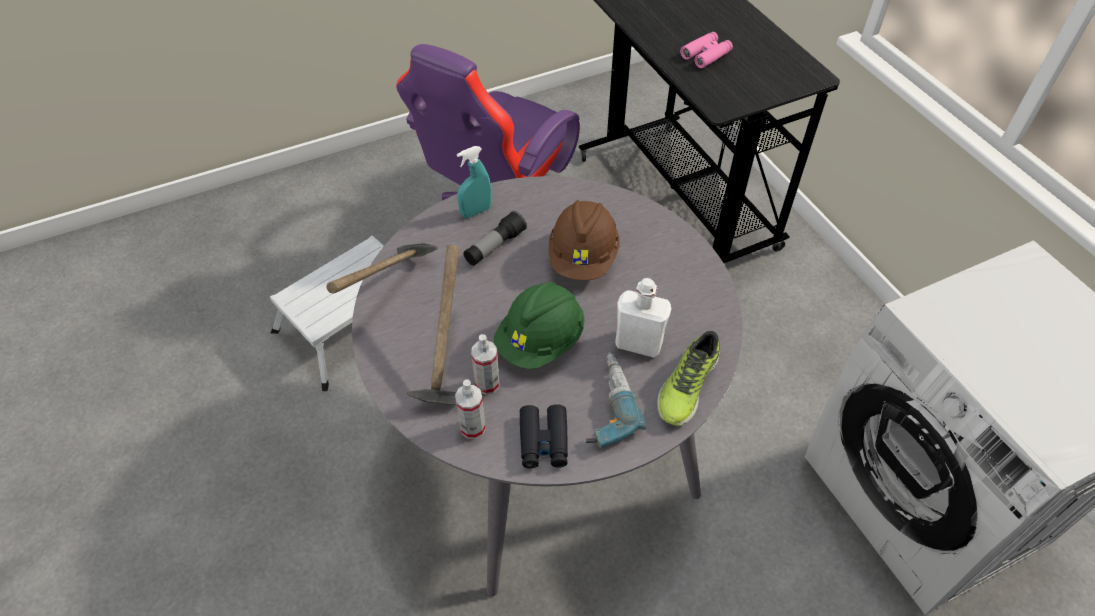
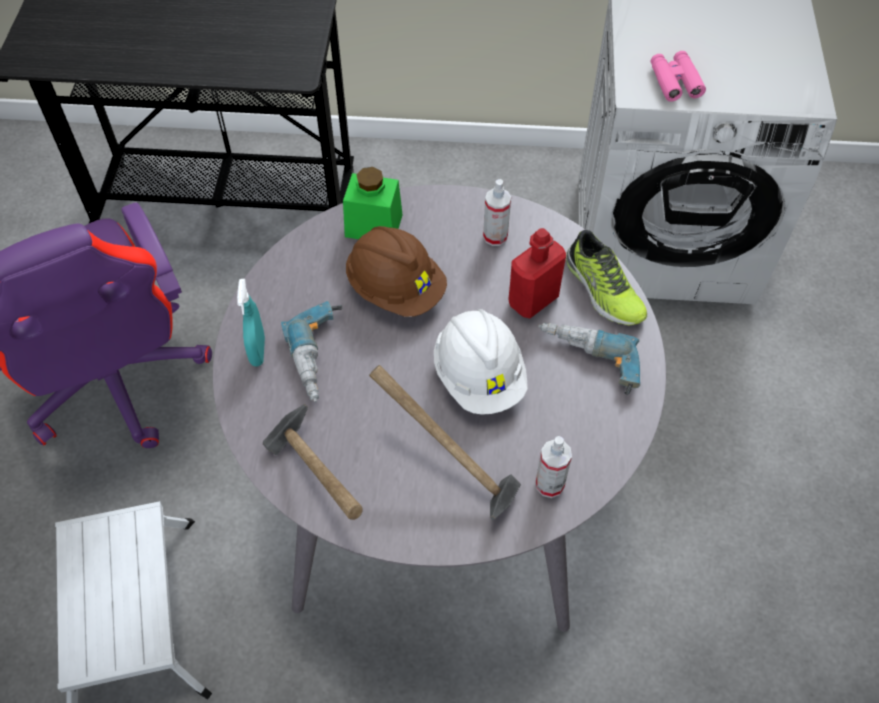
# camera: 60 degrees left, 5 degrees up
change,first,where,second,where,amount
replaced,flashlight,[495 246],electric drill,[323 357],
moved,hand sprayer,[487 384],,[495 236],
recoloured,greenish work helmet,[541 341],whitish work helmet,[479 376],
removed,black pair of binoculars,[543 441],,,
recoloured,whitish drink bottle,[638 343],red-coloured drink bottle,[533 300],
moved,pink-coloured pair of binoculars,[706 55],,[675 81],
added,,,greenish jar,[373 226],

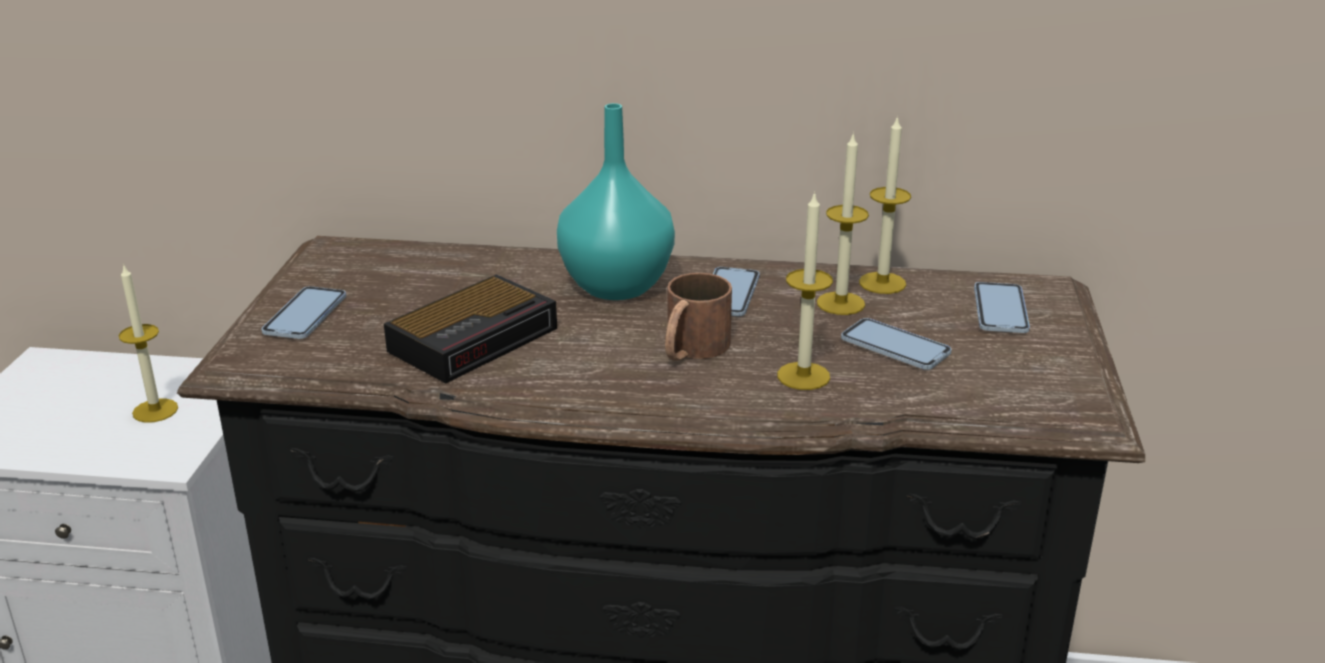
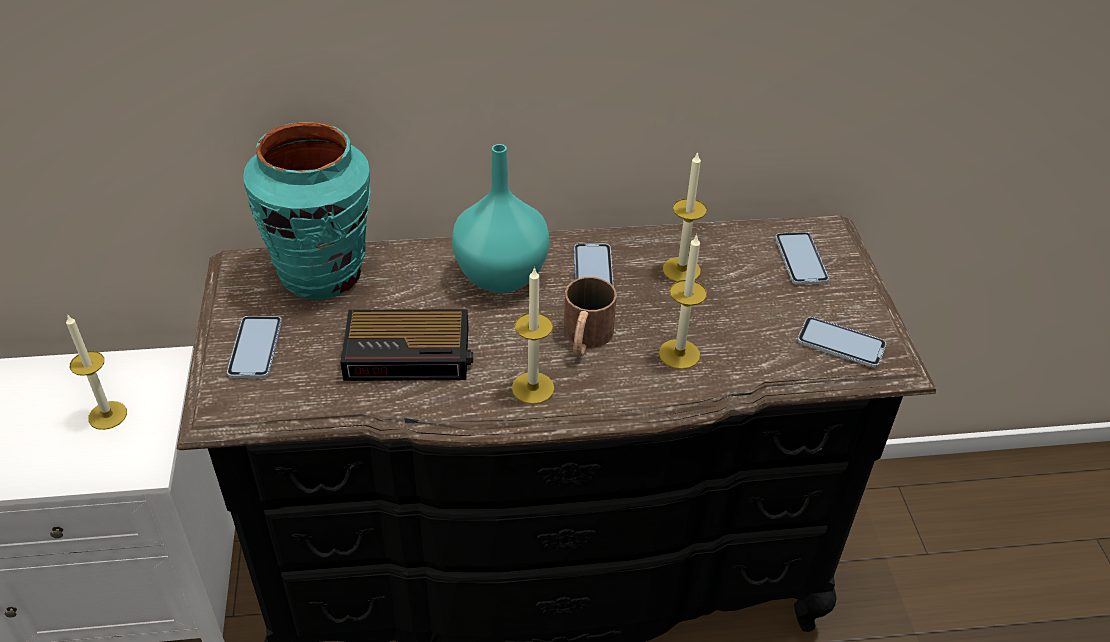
# camera: 15 degrees left, 15 degrees up
change,first,where,second,where,amount
turned,table clock,[476 338],,[410 353],60 degrees clockwise
moved,telephone,[895 346],,[841 344],
moved,wax candle,[882 283],,[533 388],
added,,,blue-green decorative vase,[323 274],

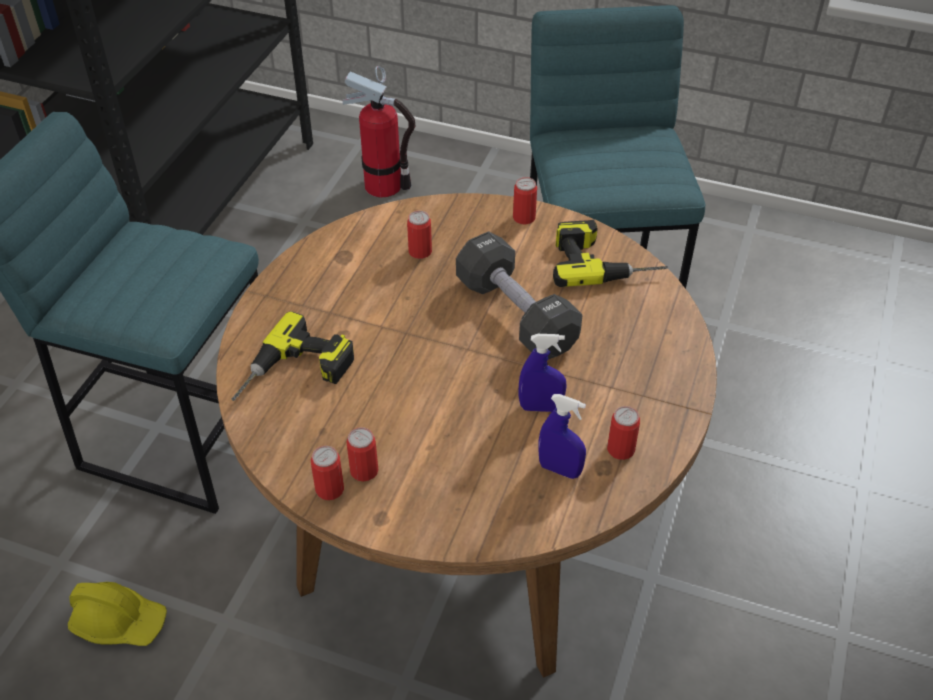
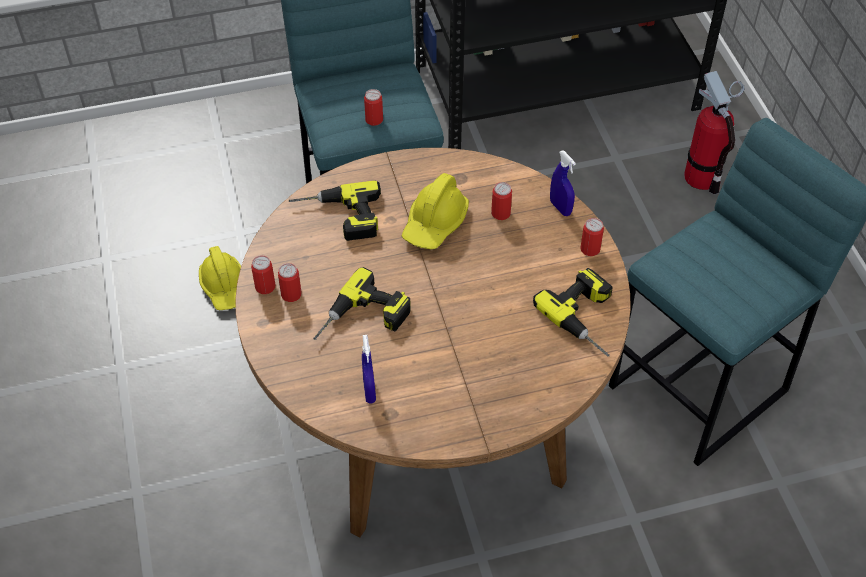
# camera: 55 degrees right, 5 degrees up
change,first,where,second,where,amount
removed,black dumbbell,[516 314],,,
moved,bluish hand sprayer,[540 407],,[560 208],
moved,metal can,[620 449],,[374 120],
added,,,electric drill,[363 321],
added,,,yellow work helmet,[435 223],

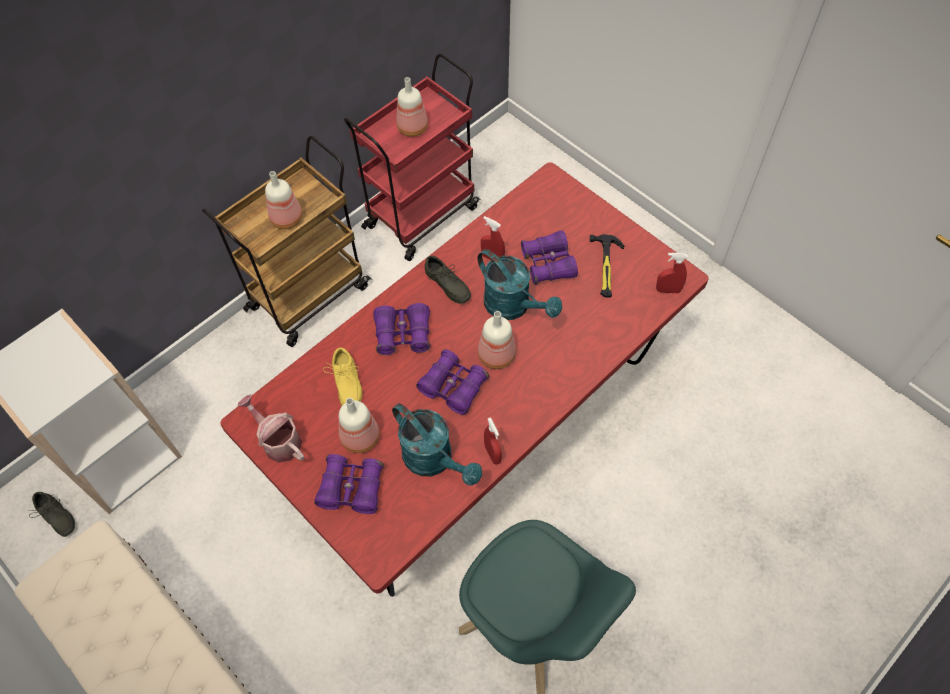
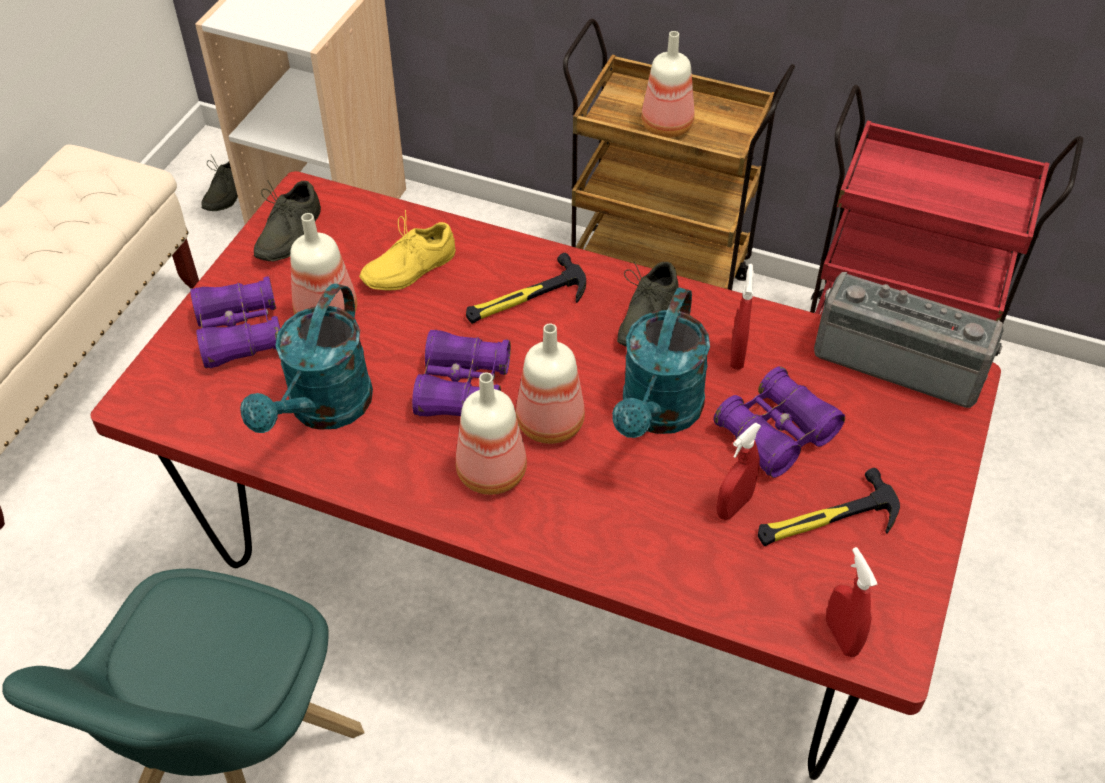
# camera: 65 degrees right, 10 degrees down
change,first,where,second,where,amount
replaced,sprinkling can,[278 441],greyish low shoe,[286 234],
replaced,purplish pair of binoculars,[403 334],hand hammer,[525 299],
moved,drink bottle,[413 127],,[493 473],
moved,red-coloured hand sprayer,[492 453],,[734 506],
added,,,radio receiver,[900 361],

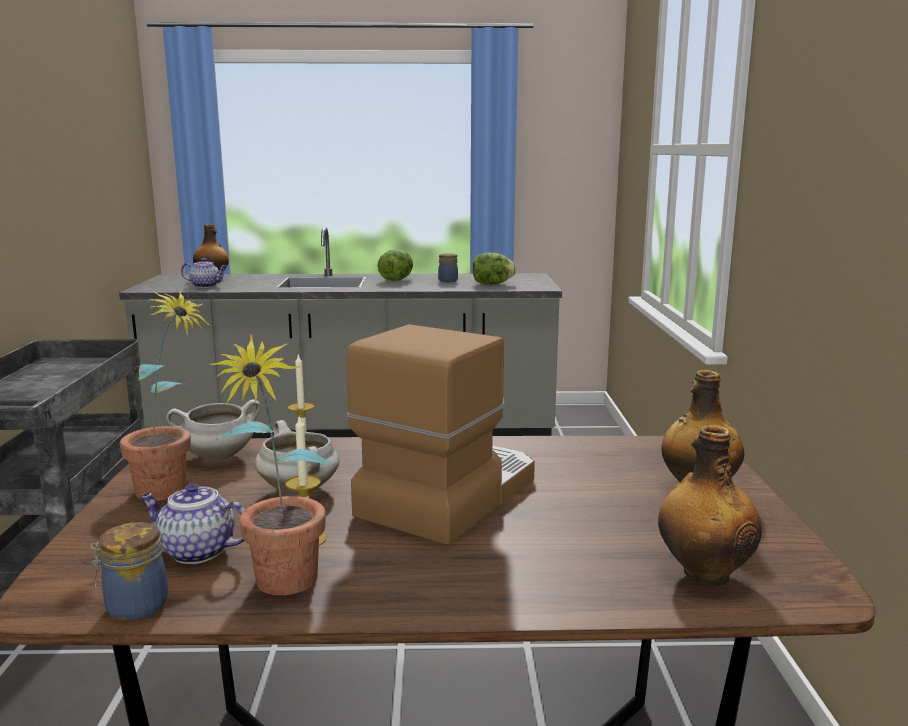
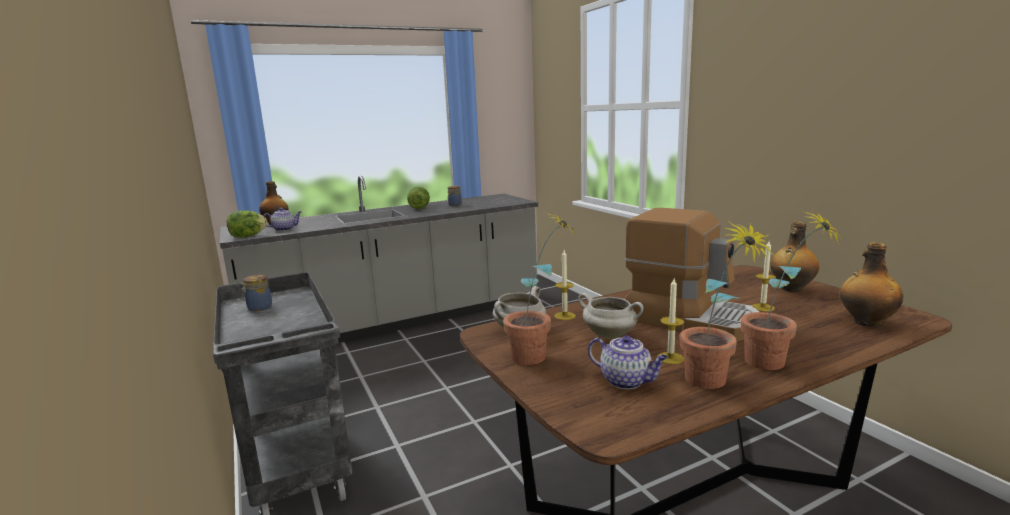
# camera: 25 degrees left, 0 degrees up
change,first,where,second,where,amount
moved,jar,[134 607],,[258 308],
turned,teapot,[196 551],,[627 381],135 degrees counterclockwise
turned,coffee brewer,[447 495],,[690 318],120 degrees clockwise
moved,lettuce,[492 284],,[247 236],
added,,,plant in a pot,[777 365],
added,,,wax candle,[762 307],

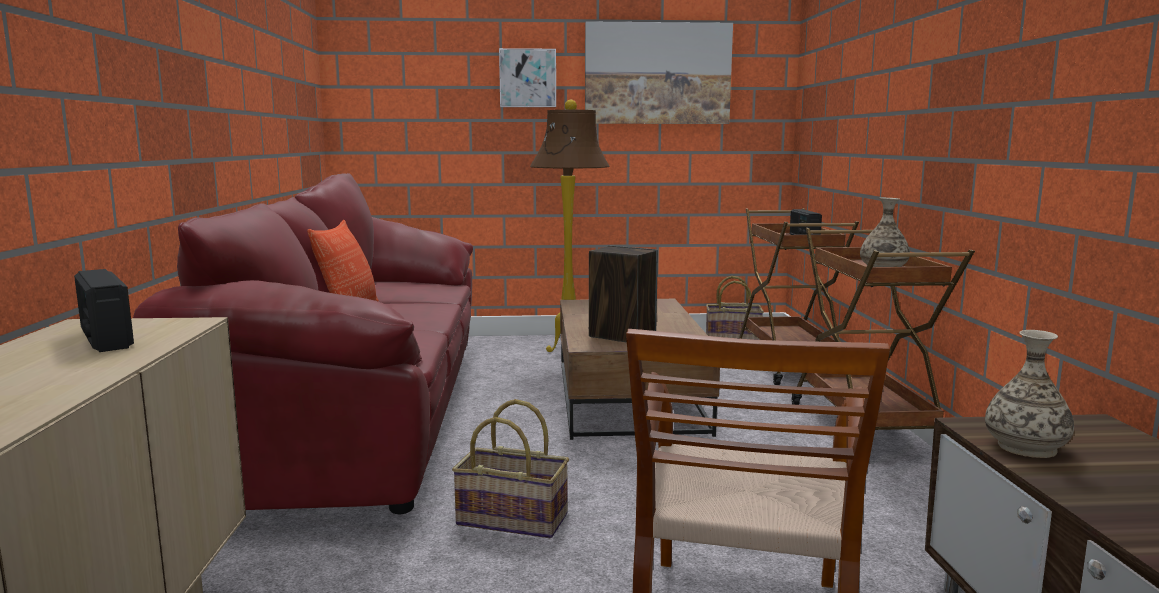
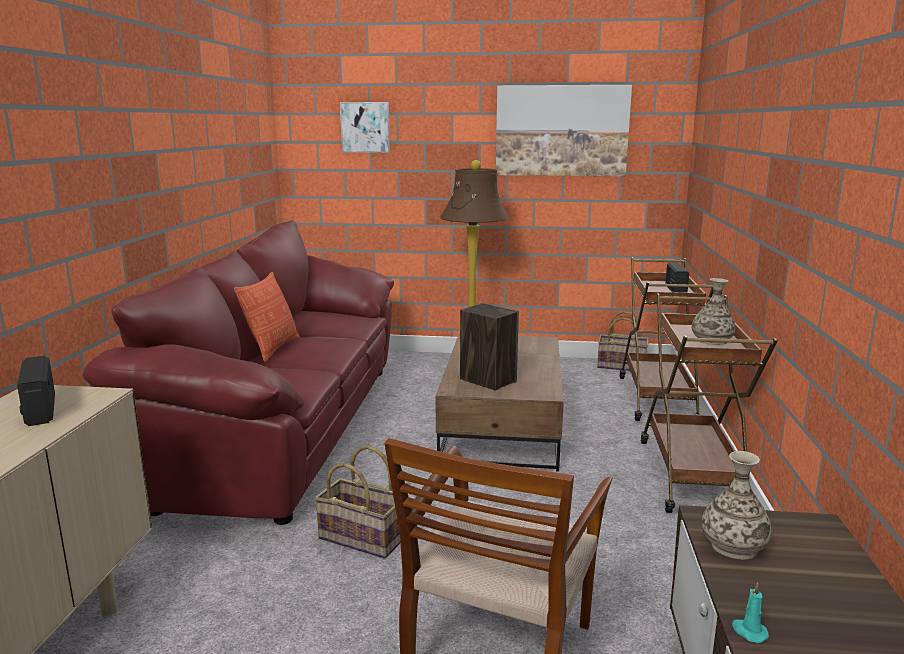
# camera: 10 degrees right, 5 degrees up
change,first,where,second,where,amount
moved,wall picture,[528 78],,[365 127],
added,,,blue-green wax candle,[748 631],

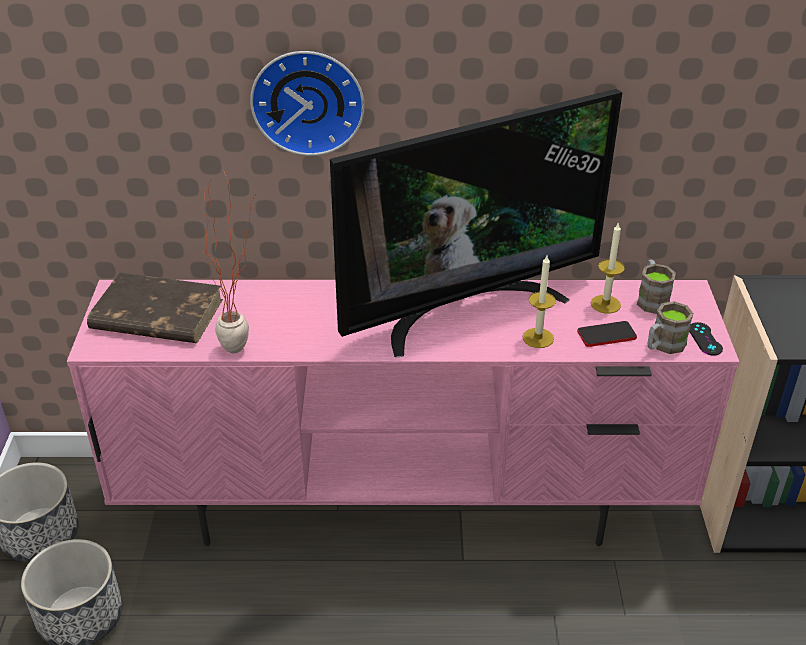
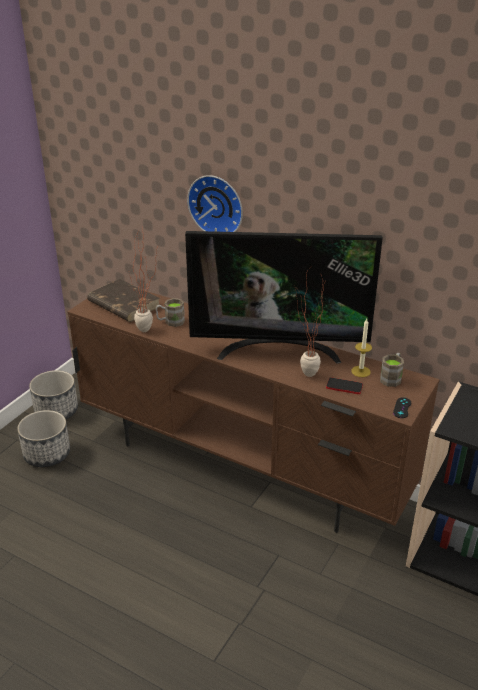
# camera: 30 degrees right, 5 degrees down
change,first,where,second,where,amount
recoloured,pink-coloured tv unit,[406 505],brown tv unit,[242 467],
replaced,wax candle,[538 338],plant in a pot,[303 375],
moved,brown coffee mug,[663 345],,[170 322],

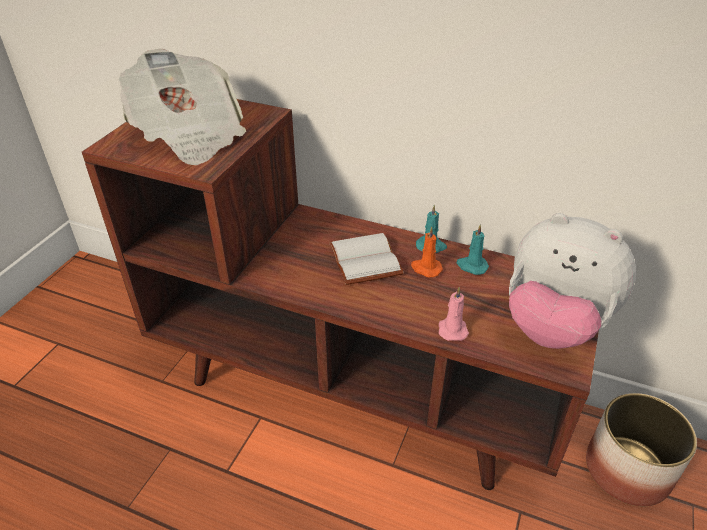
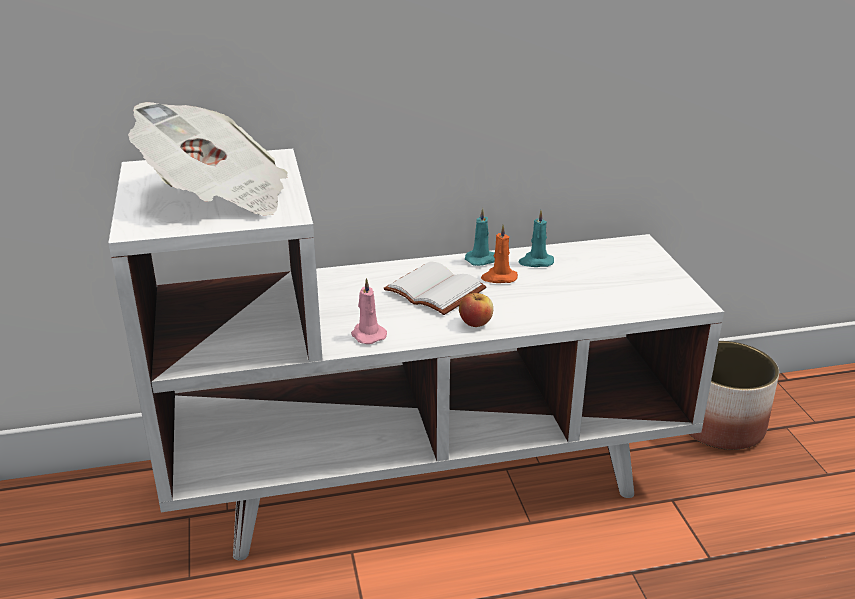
# camera: 35 degrees left, 10 degrees down
change,first,where,second,where,amount
recoloured,brown tv unit,[356 389],whitish tv unit,[429 476],
moved,pink-coloured wax candle,[452 329],,[367 335],
removed,plush toy,[553 325],,,
added,,,whole apple,[475 323],

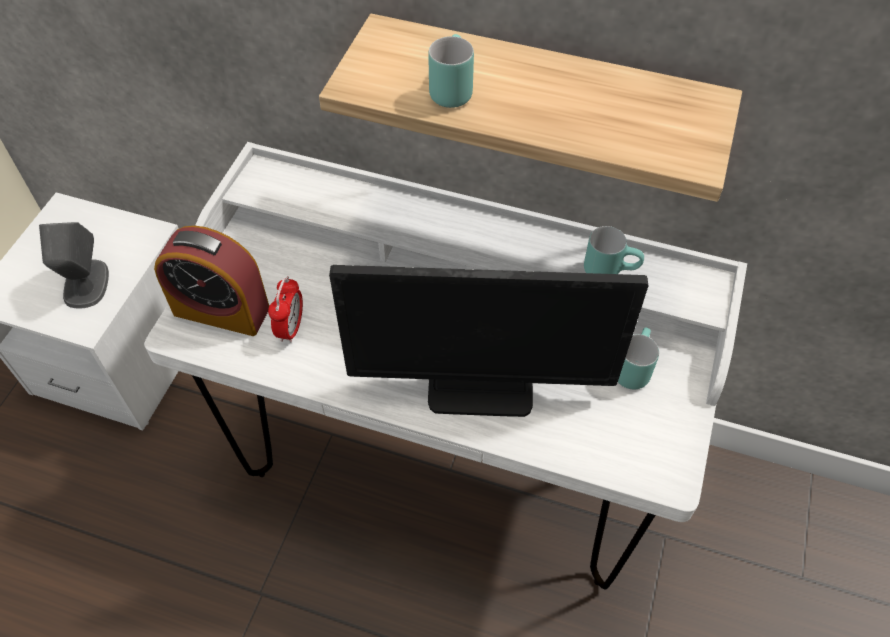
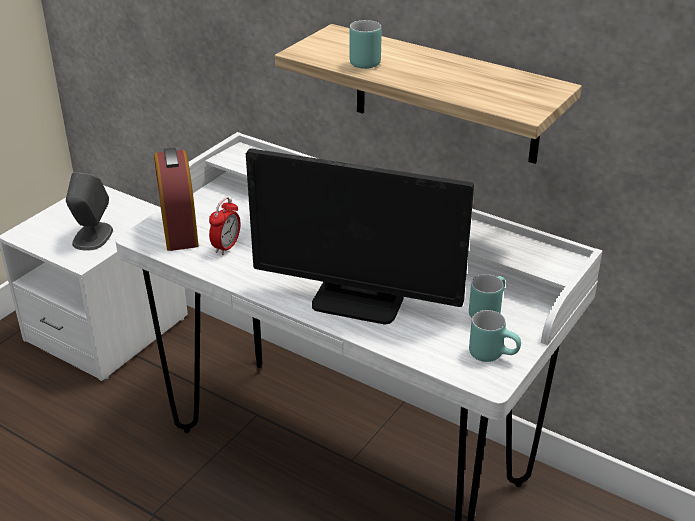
# camera: 15 degrees right, 20 degrees down
change,first,where,second,where,amount
turned,table clock,[221 310],,[179 229],45 degrees clockwise
moved,blue-green coffee mug,[610 269],,[493 354],

